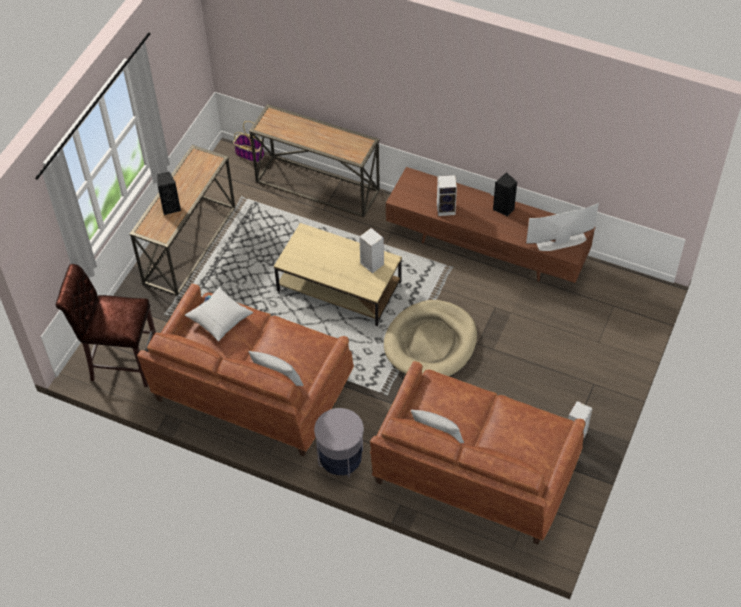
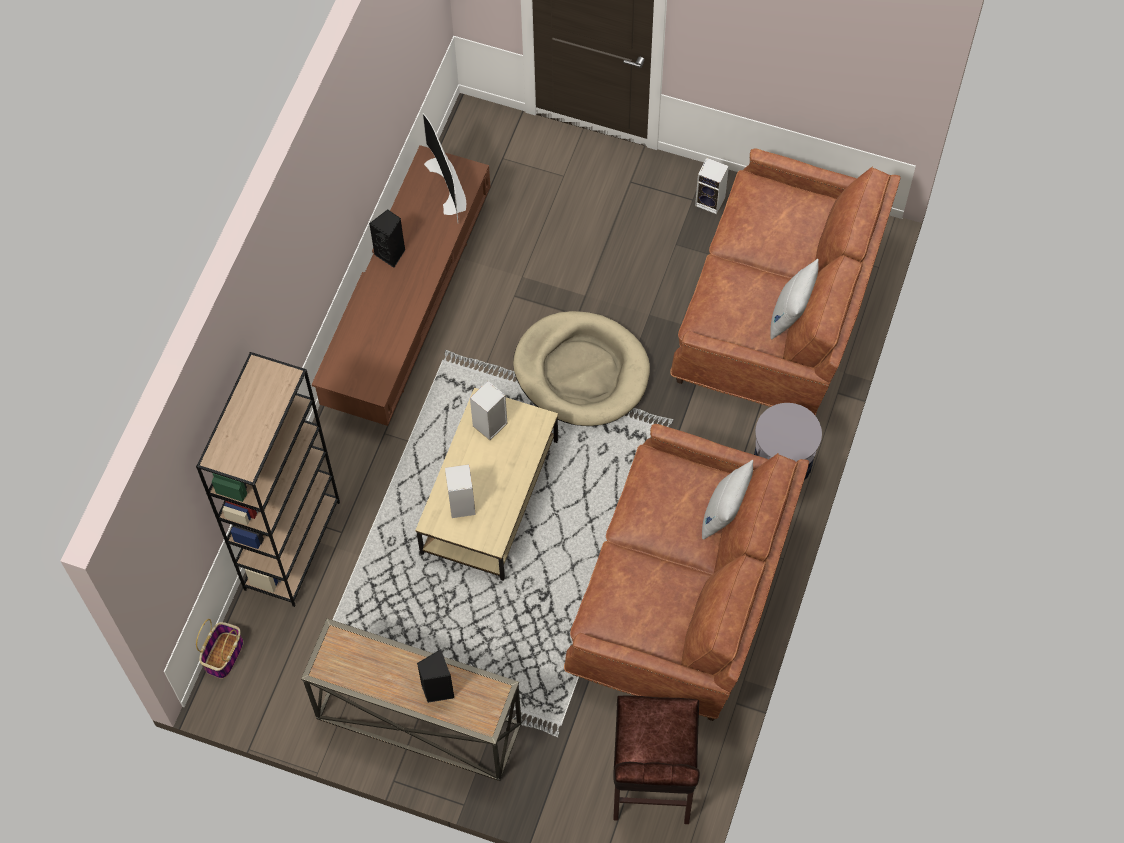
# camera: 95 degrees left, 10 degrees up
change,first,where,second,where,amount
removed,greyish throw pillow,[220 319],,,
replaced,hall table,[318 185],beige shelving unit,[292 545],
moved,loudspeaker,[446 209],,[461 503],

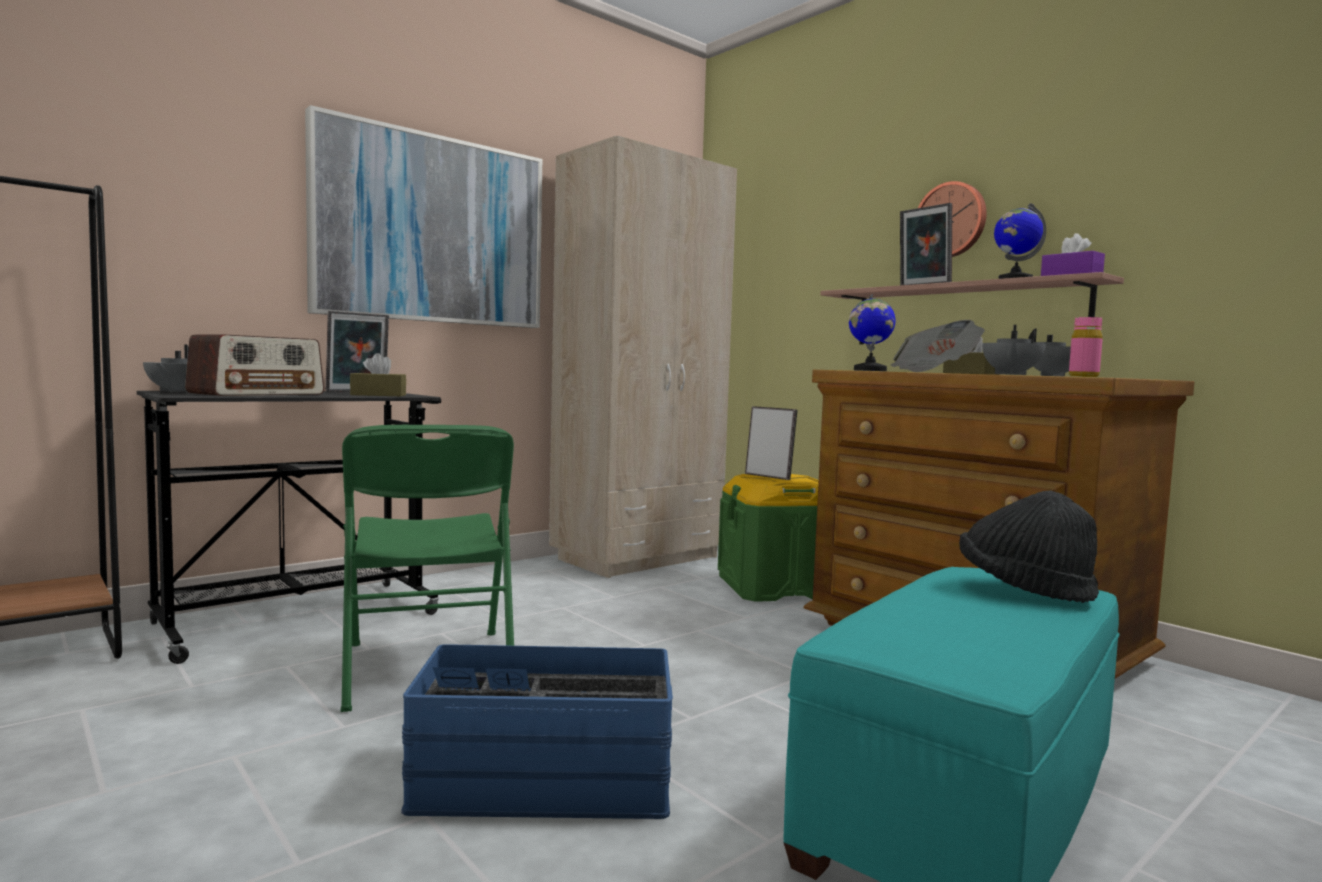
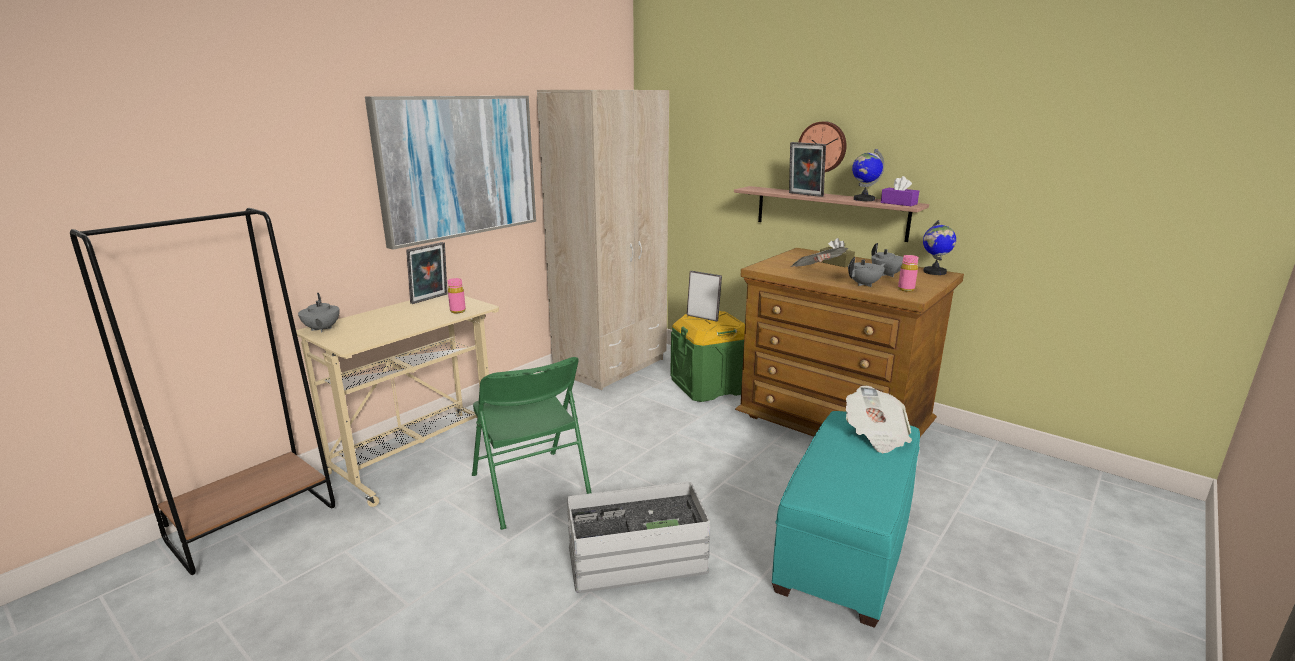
# camera: 10 degrees left, 15 degrees up
change,first,where,second,where,amount
recoloured,black desk table,[298 618],beige desk table,[421 455],
removed,radio receiver,[258 394],,,
replaced,brown tissue box,[378 395],pink-coloured drink bottle,[458 311],
recoloured,bluish storage box,[543 779],greyish storage box,[636 559],
moved,globe,[869 370],,[934 272],
replaced,black clothing hat,[1023 590],newspaper,[876 435],
turned,greyish teapot,[1010 374],,[864 284],135 degrees counterclockwise

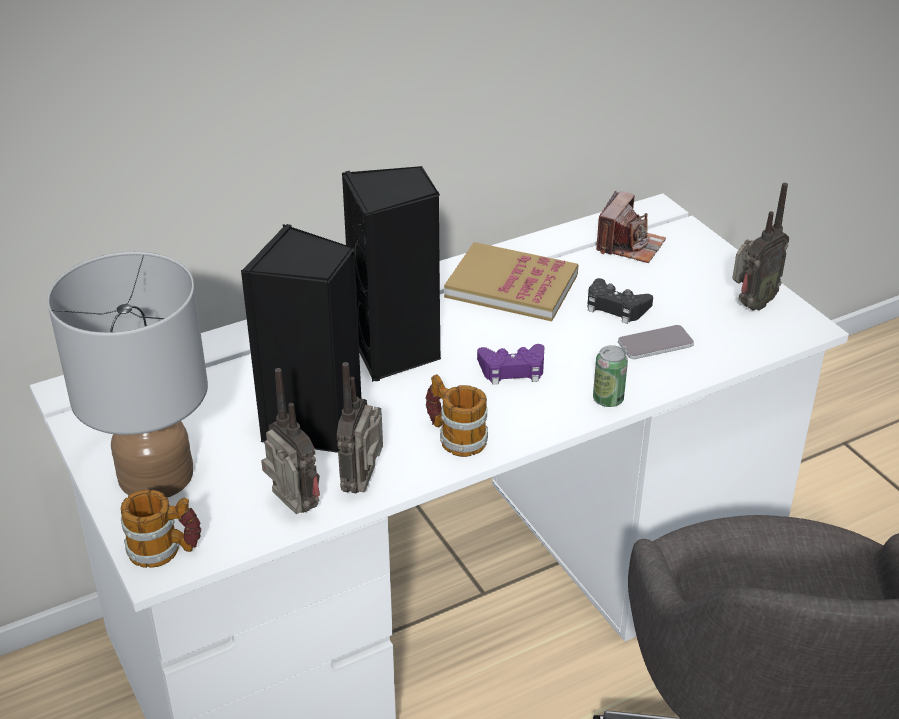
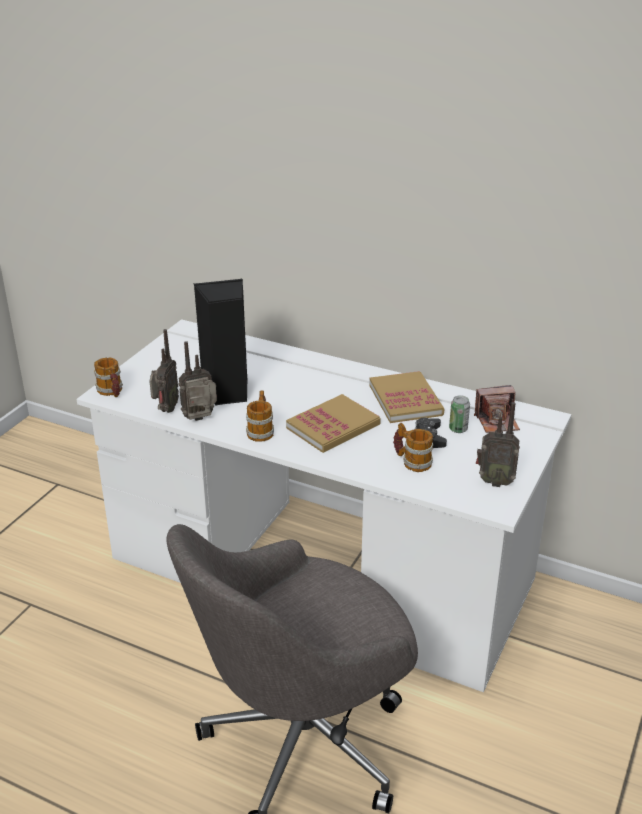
# camera: 55 degrees right, 5 degrees down
change,first,where,second,where,amount
removed,greyish table lamp,[155 476],,,
removed,black loudspeaker,[396 352],,,
replaced,purplish game controller,[512 369],volume,[333 426],
moved,metal can,[608 399],,[458 429],
replaced,telephone,[655 343],coffee mug,[412 461],

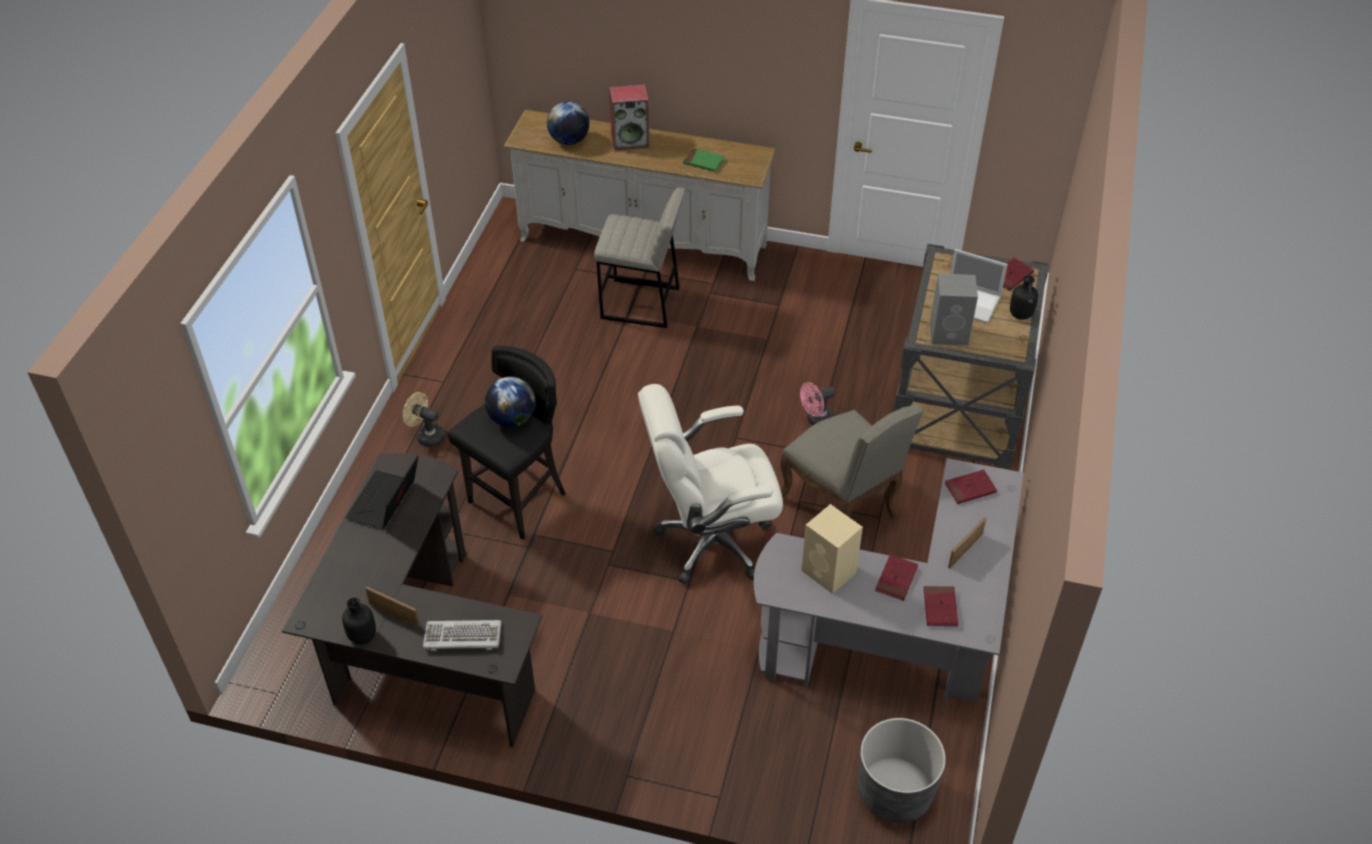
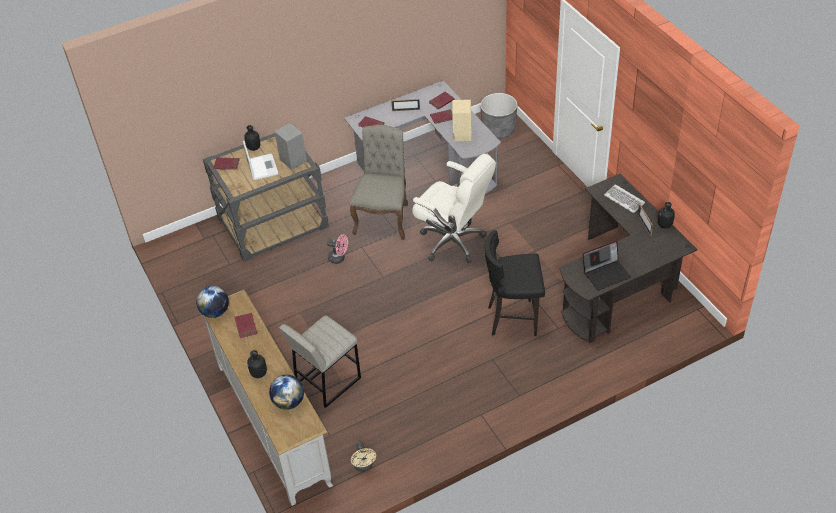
# camera: 130 degrees left, 0 degrees up
change,first,where,second,where,amount
moved,beige electric fan,[426 436],,[364 466],
moved,globe,[512 419],,[215 312],
turned,greyish upright chair,[642 303],,[326 382],105 degrees counterclockwise
replaced,loudspeaker,[630 140],black drink bottle,[258 373],
recoloured,greenish volume,[704 162],red-coloured volume,[246 326],

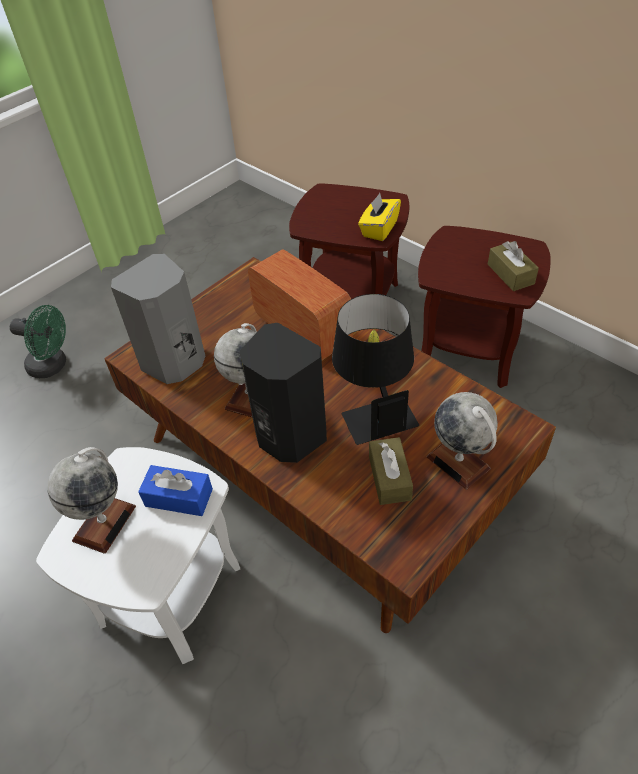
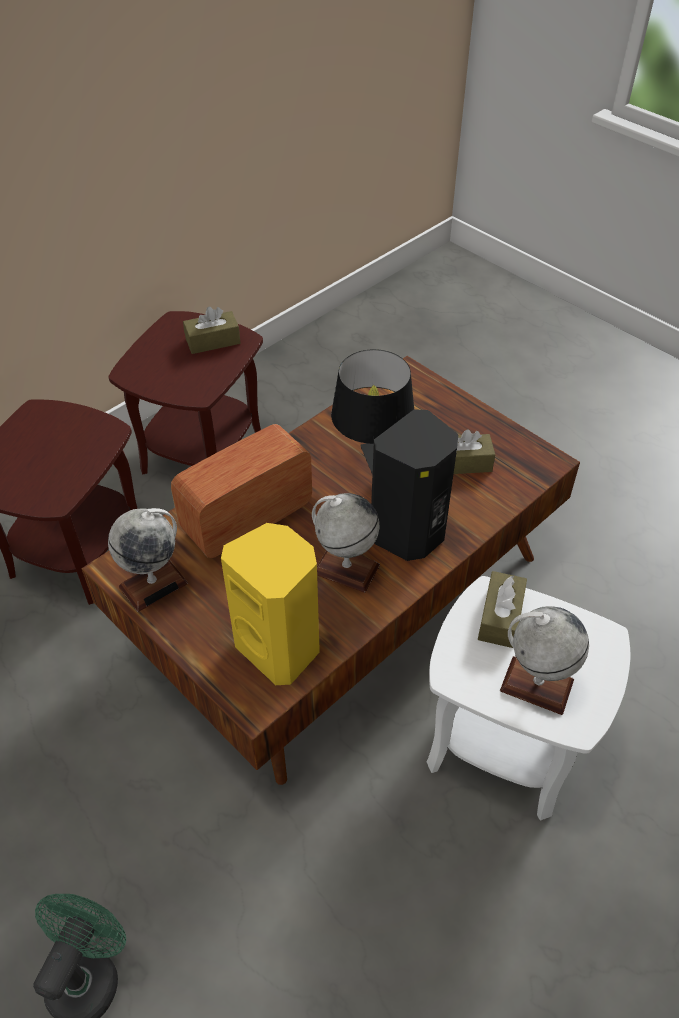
# camera: 90 degrees left, 0 degrees up
change,first,where,second,where,amount
recoloured,greyish loudspeaker,[176 364],yellow loudspeaker,[280 647],
recoloured,bluish tissue box,[179 497],brown tissue box,[500 617],
removed,yellow tissue box,[379 229],,,
moved,globe,[458 462],,[153 584],

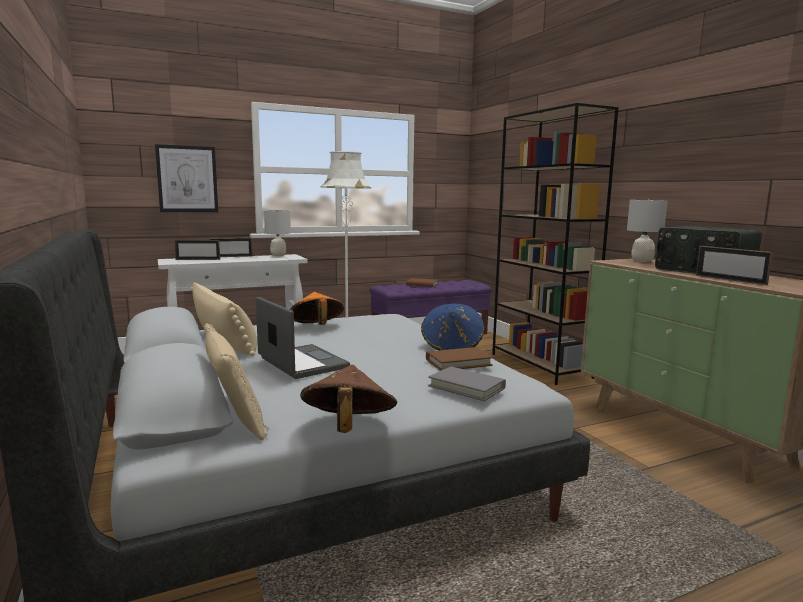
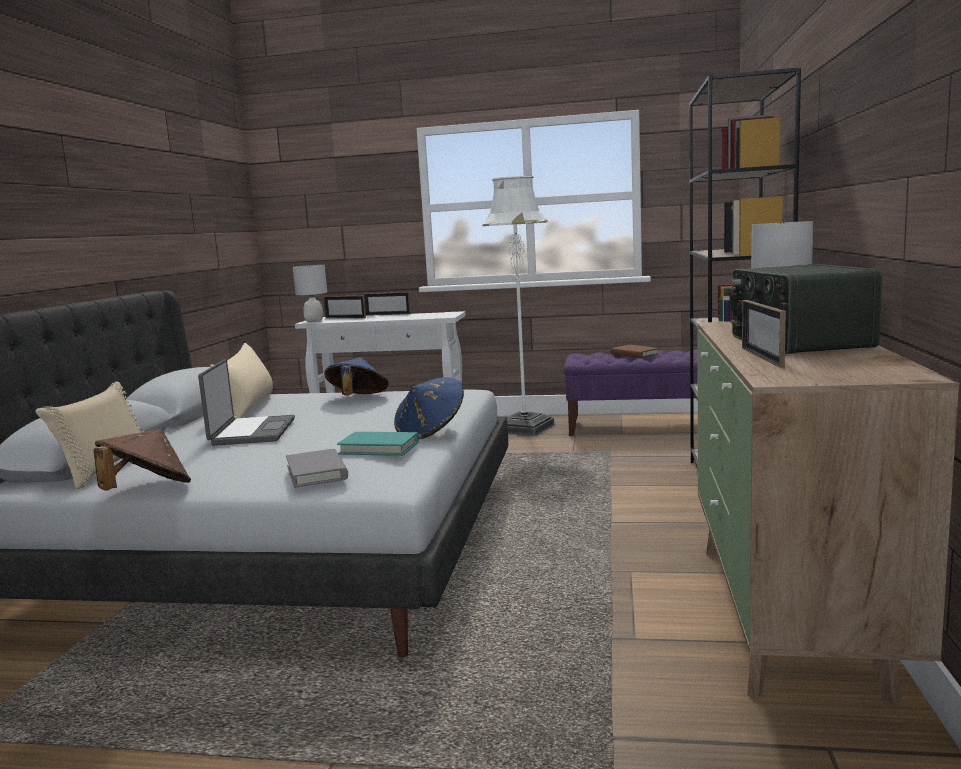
# camera: 35 degrees right, 0 degrees up
change,first,where,second,where,amount
removed,wall picture,[187 179],,,
moved,greyish table lamp,[279 255],,[314 321],
recoloured,orange-coloured clothing hat,[316 327],bluish clothing hat,[357 399],
recoloured,brown volume,[458 362],blue-green volume,[379 448],

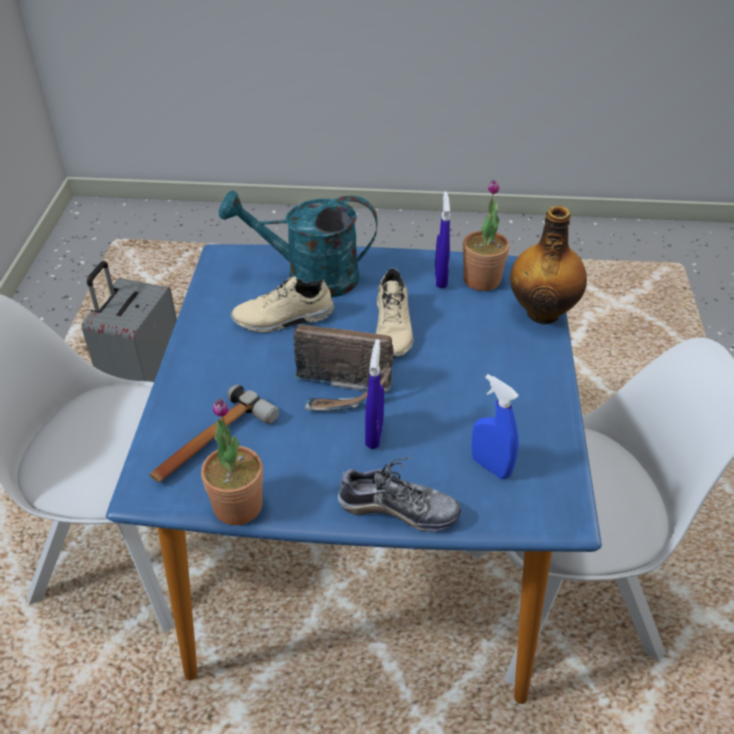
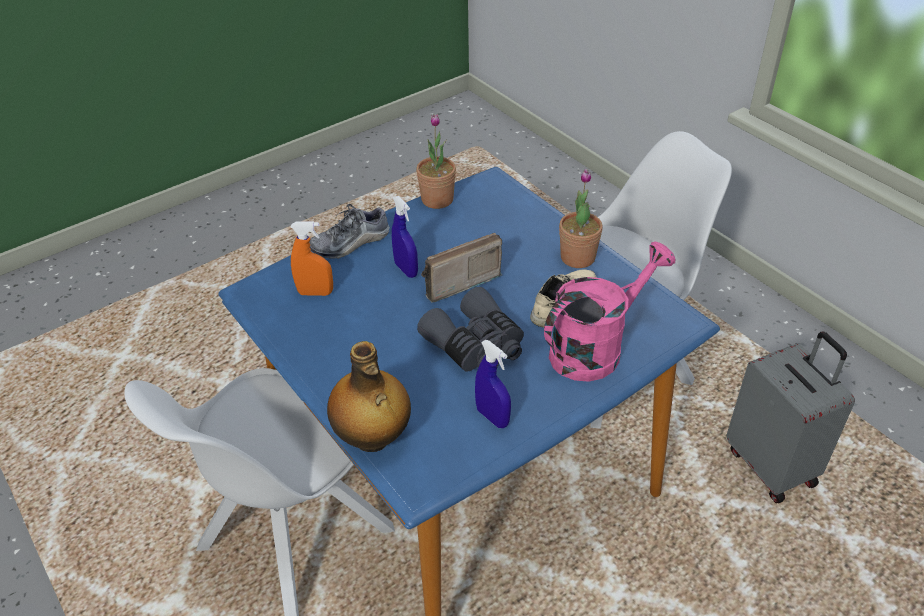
# camera: 140 degrees right, 0 degrees up
change,first,where,second,where,amount
removed,hand hammer,[211 443],,,
recoloured,blue-green sprinkling can,[309 277],pink-coloured sprinkling can,[595 347],
replaced,beige low shoe,[394 328],greyish pair of binoculars,[476 345],
moved,plant in a pot,[482 280],,[577 257],
recoloured,bluish hand sprayer,[490 466],orange-coloured hand sprayer,[315 293],

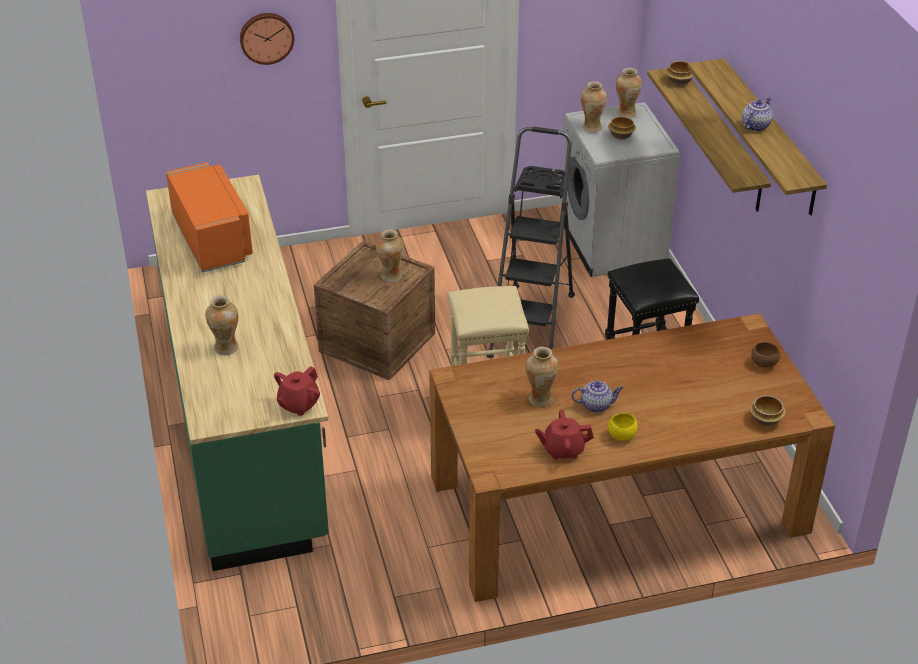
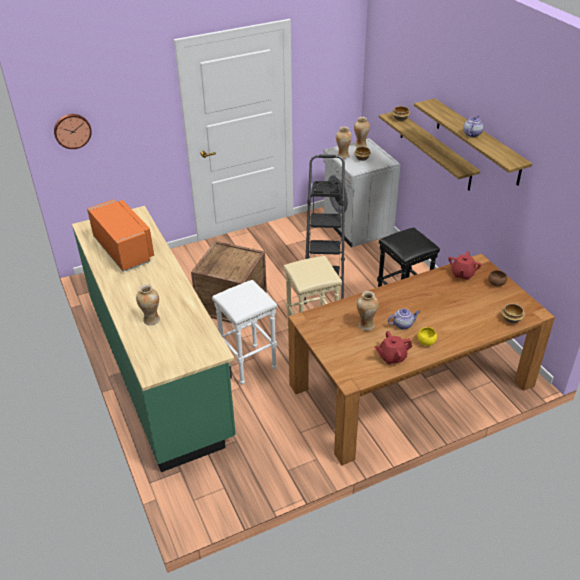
# camera: 10 degrees left, 0 degrees up
change,first,where,second,where,amount
moved,wall clock,[266 37],,[72 130],
moved,red-coloured teapot,[298 404],,[462 274],
removed,decorative vase,[391 276],,,
added,,,whitish stool seat,[247 364],

